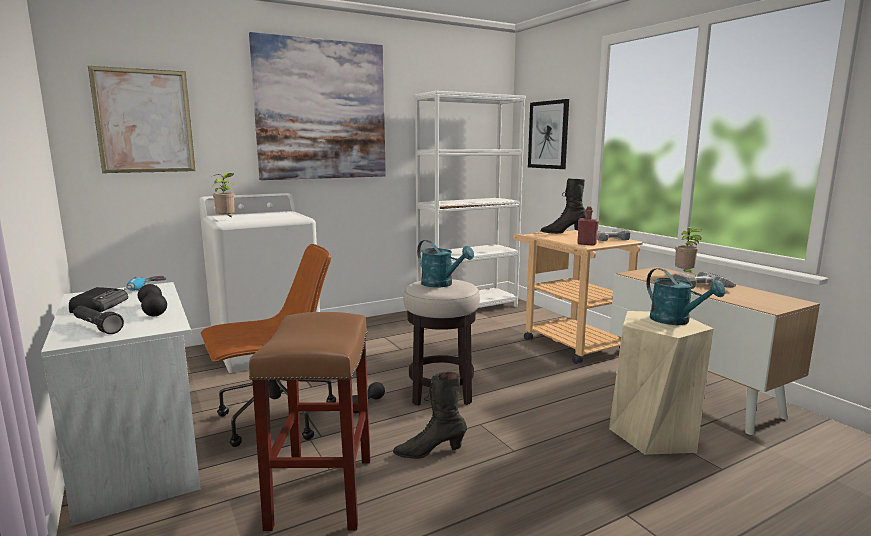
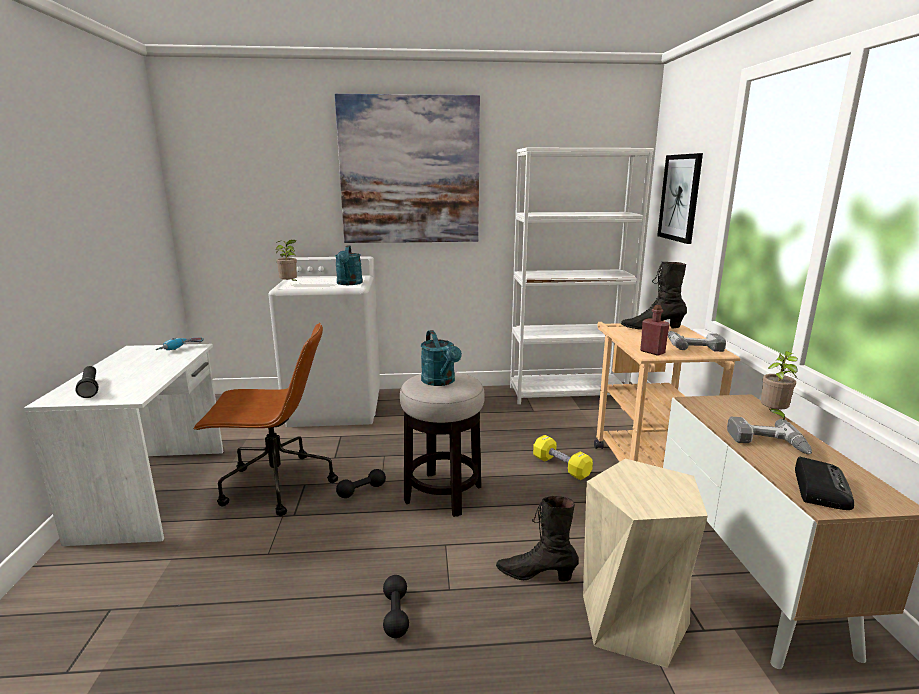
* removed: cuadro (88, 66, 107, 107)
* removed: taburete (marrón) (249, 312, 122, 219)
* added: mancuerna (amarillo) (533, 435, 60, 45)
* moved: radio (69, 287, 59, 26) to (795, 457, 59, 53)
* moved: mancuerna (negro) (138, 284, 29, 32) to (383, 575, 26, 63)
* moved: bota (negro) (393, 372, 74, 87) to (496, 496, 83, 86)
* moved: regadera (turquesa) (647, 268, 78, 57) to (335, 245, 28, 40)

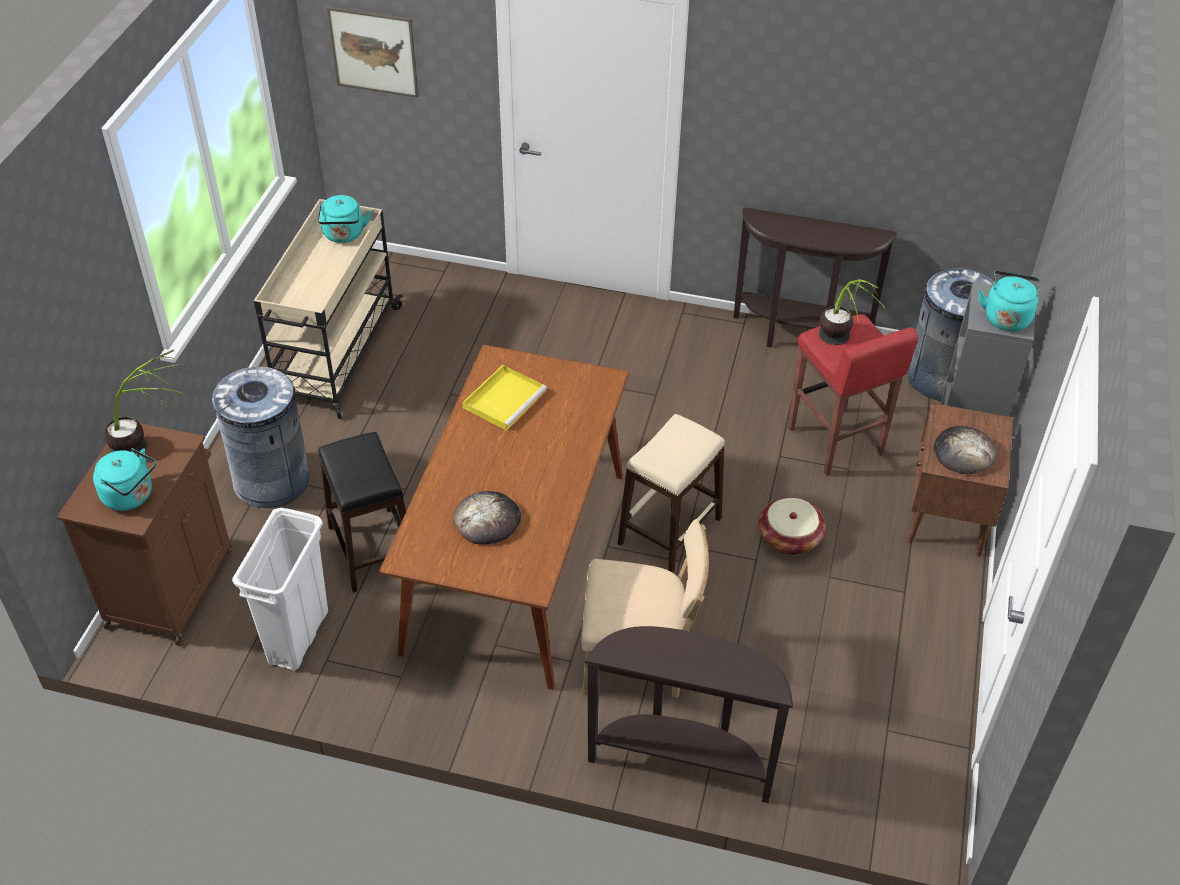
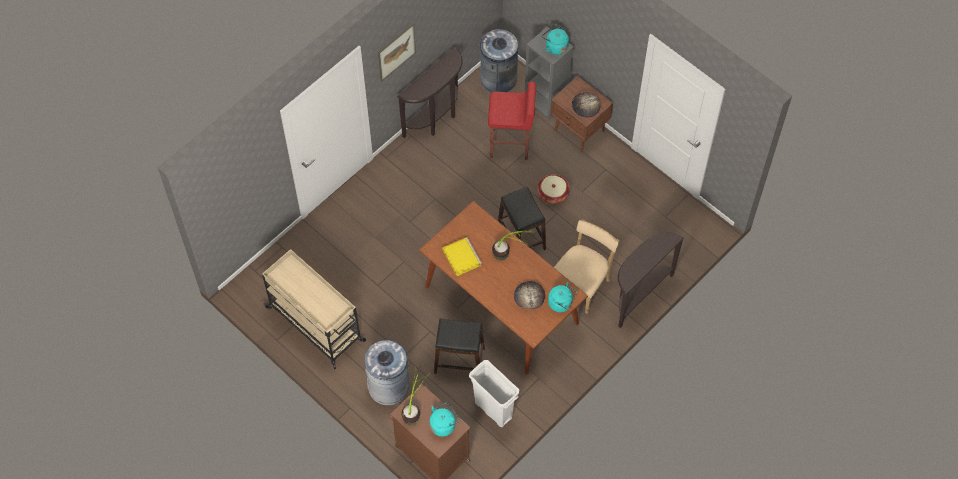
* moved: hervidor (turquesa) (318, 195, 53, 48) to (548, 282, 29, 30)
* moved: cuadro (327, 7, 92, 91) to (378, 24, 38, 57)
* moved: planta en maceta (819, 279, 66, 66) to (492, 230, 43, 30)
* recoloured: taburete (beis) (618, 414, 107, 159) to taburete (negro) (498, 187, 48, 63)

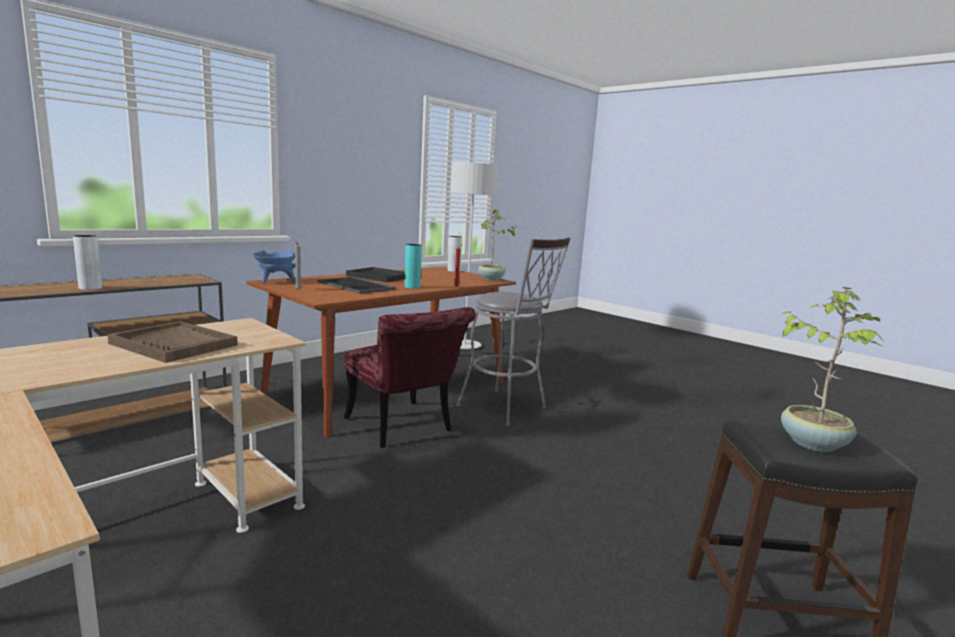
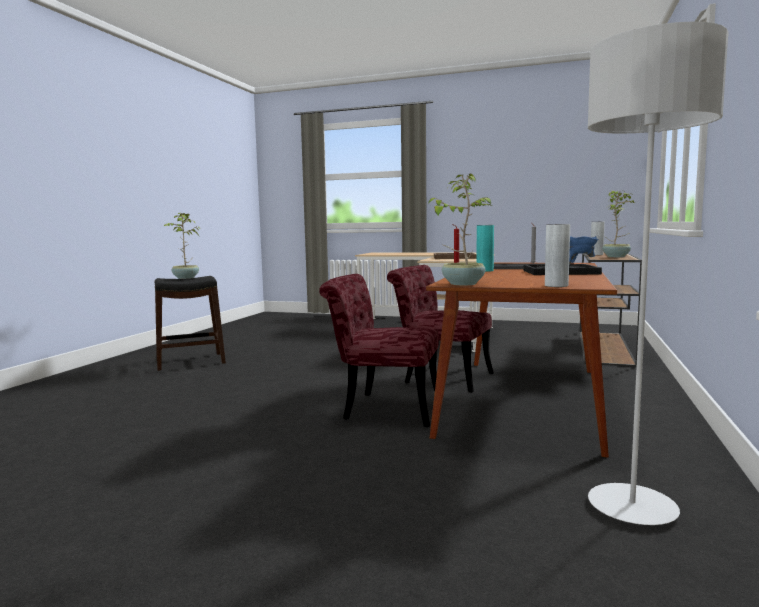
* added: planta en maceta (602, 190, 33, 67)
* replaced: taburete (gris) (456, 237, 115, 189) to silla (rojo) (319, 274, 120, 153)

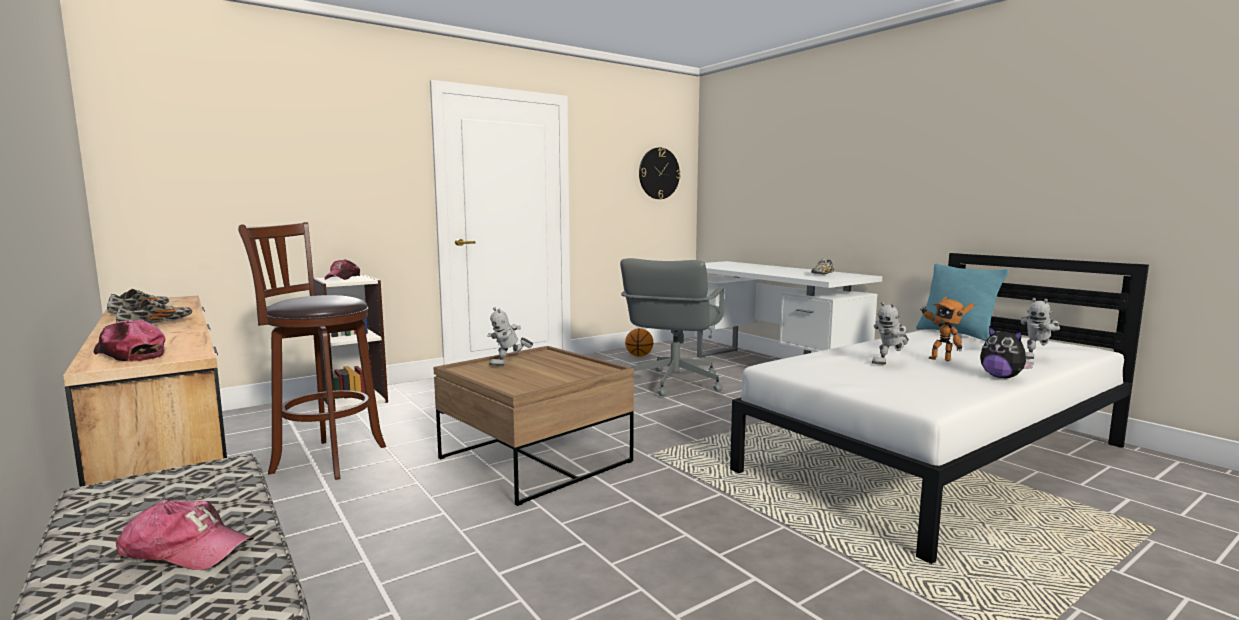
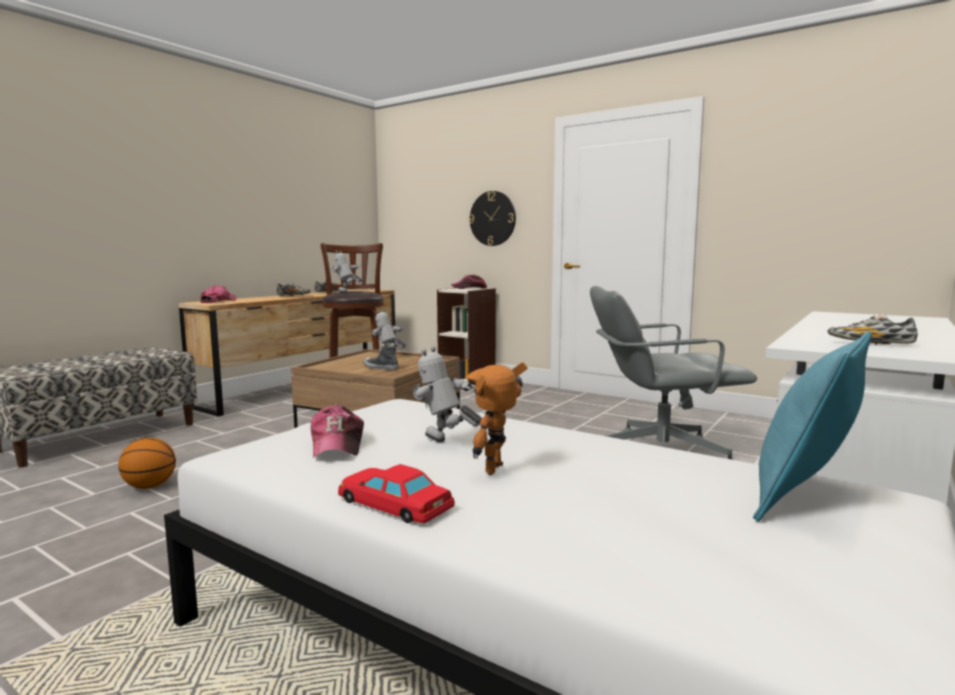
* added: zapato (363, 342, 35, 28)
* moved: gorra (116, 500, 138, 70) to (311, 405, 53, 53)
* moved: balón de baloncesto (625, 328, 28, 29) to (118, 438, 58, 51)
* moved: reloj de pared (639, 147, 42, 52) to (469, 191, 47, 55)
* moved: robot de juguete (1021, 298, 39, 61) to (332, 251, 30, 42)
* replaced: peluche (980, 326, 54, 52) to coche de juguete (rojo) (338, 464, 117, 59)

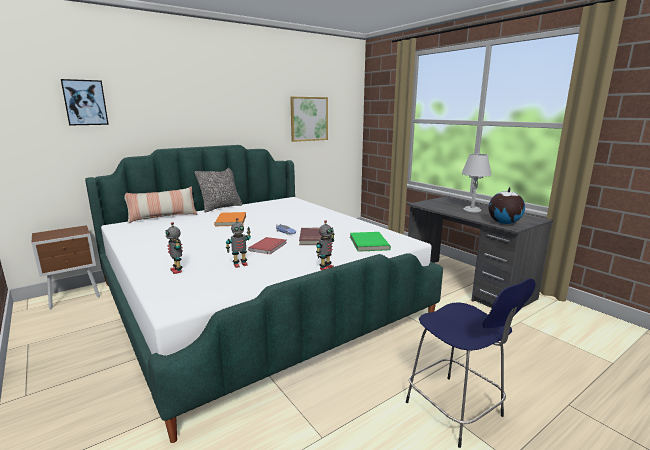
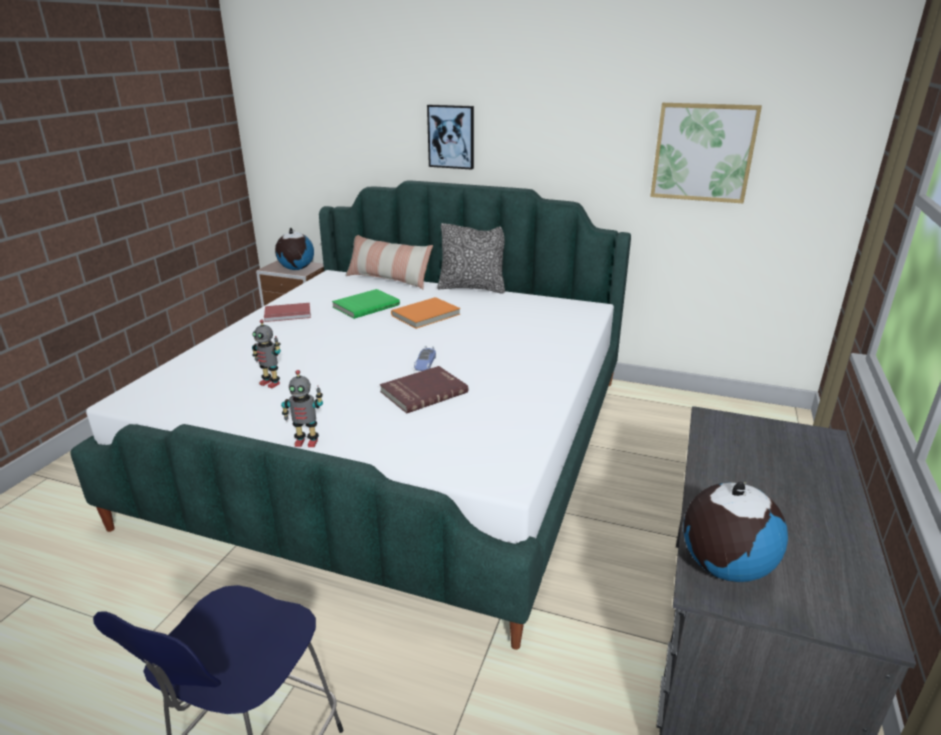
* removed: robot de juguete (165, 222, 18, 52)
* removed: lámpara de mesa (gris) (462, 154, 30, 58)
* added: globo terráqueo (275, 228, 39, 42)
* moved: cuadro (61, 79, 48, 47) to (427, 105, 47, 65)
* moved: libro (rojo) (248, 237, 38, 17) to (264, 303, 47, 19)
* moved: libro (verde) (350, 232, 41, 20) to (332, 289, 68, 30)

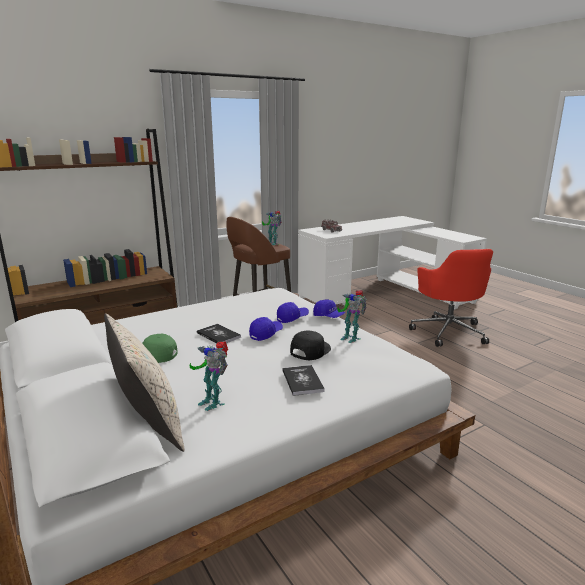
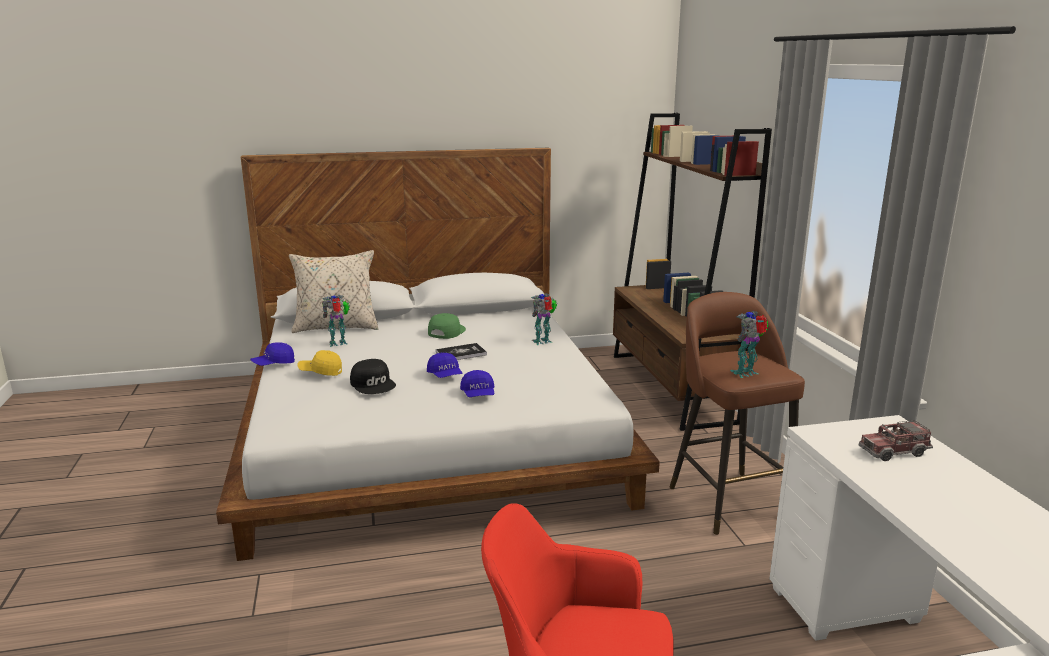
* moved: gorra (azul) (313, 300, 33, 18) to (250, 342, 45, 24)
* moved: robot de juguete (337, 290, 30, 53) to (531, 293, 26, 52)
* replaced: libro (282, 365, 43, 31) to gorra (amarillo) (297, 350, 45, 26)

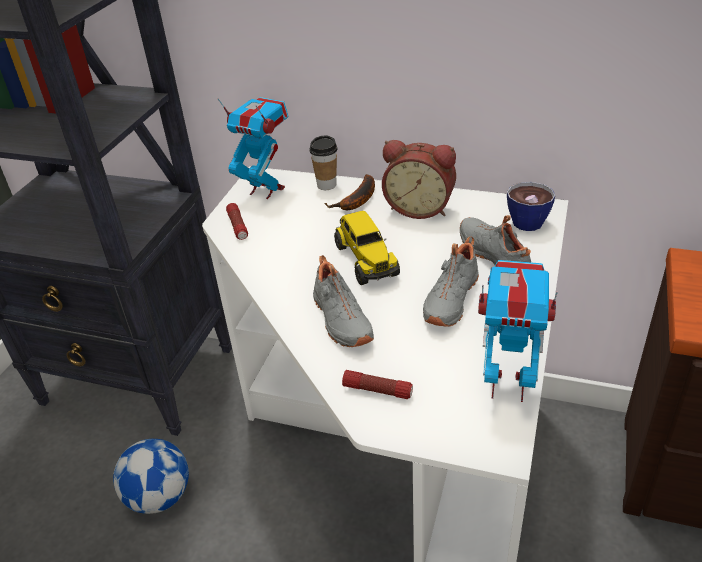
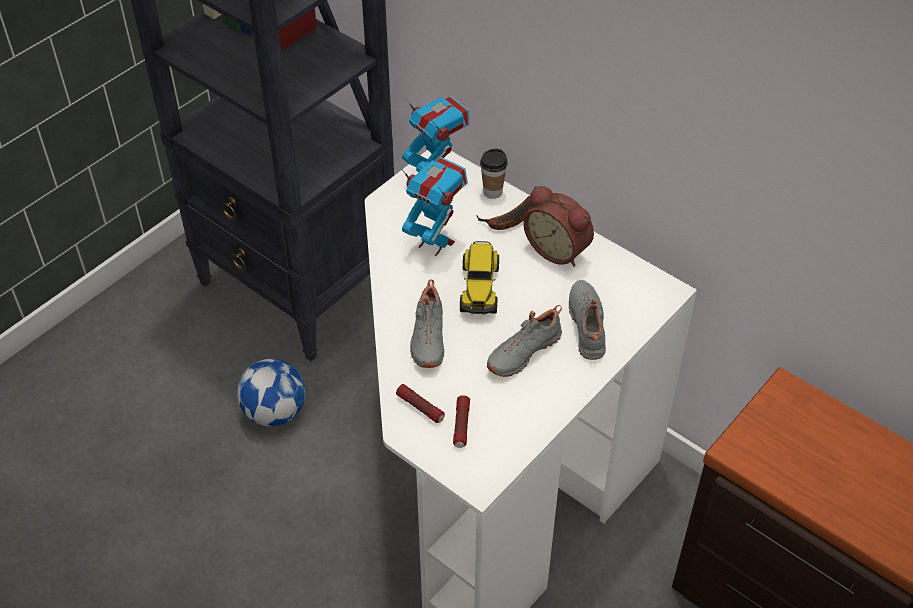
* removed: taza (507, 182, 48, 49)
* moved: linterna (226, 203, 22, 37) to (453, 395, 17, 53)
* moved: robot de juguete (478, 260, 80, 142) to (401, 157, 67, 99)

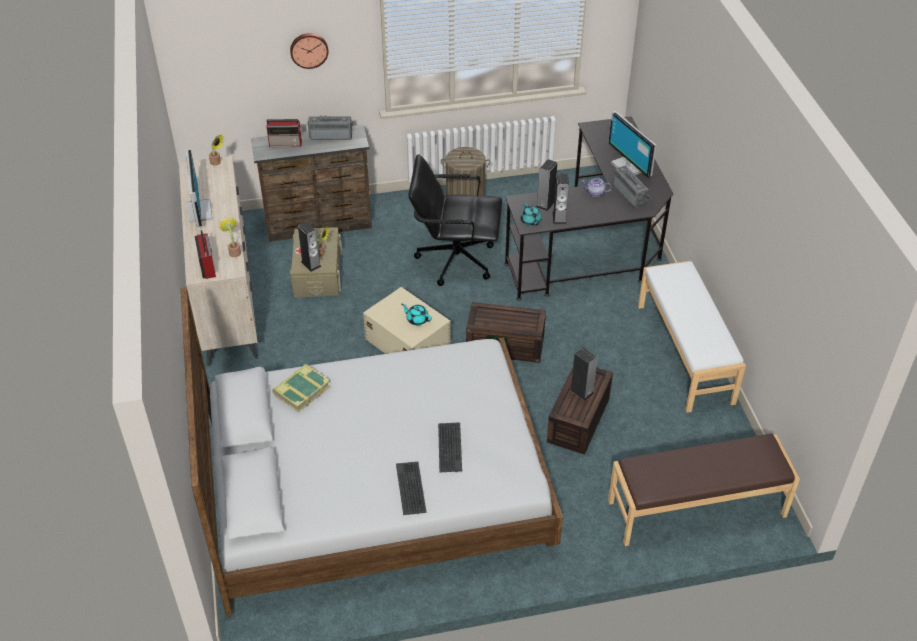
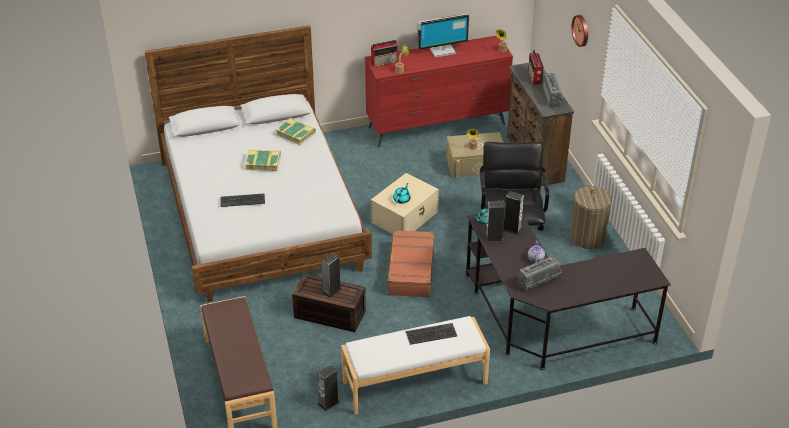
* removed: monitor (609, 111, 47, 66)
* added: libro (245, 149, 36, 22)
* moved: altavoz (298, 222, 24, 50) to (317, 365, 22, 46)
* moved: teclado (396, 462, 31, 53) to (406, 323, 51, 22)
* replaced: caja de almacenaje (marrón) (466, 302, 80, 61) to maleta (marrón) (385, 230, 50, 67)
* recoloured: cómoda (beis) (179, 156, 79, 210) to cómoda (rojo) (365, 36, 148, 112)

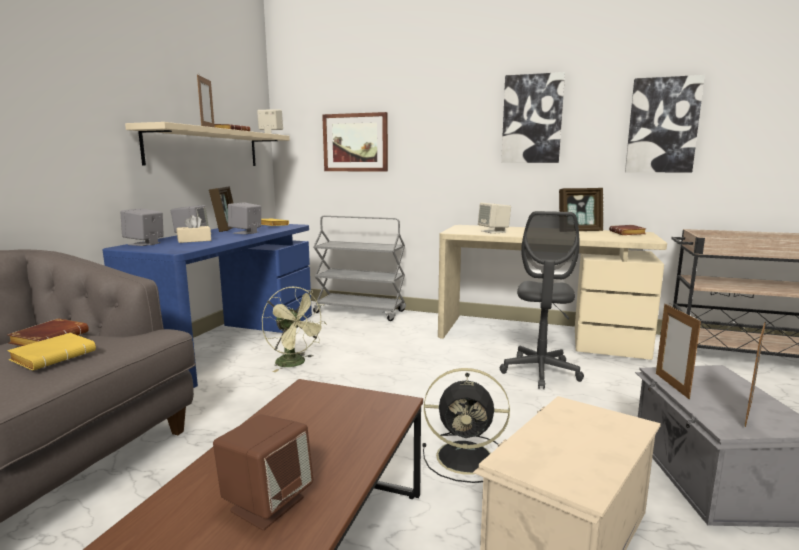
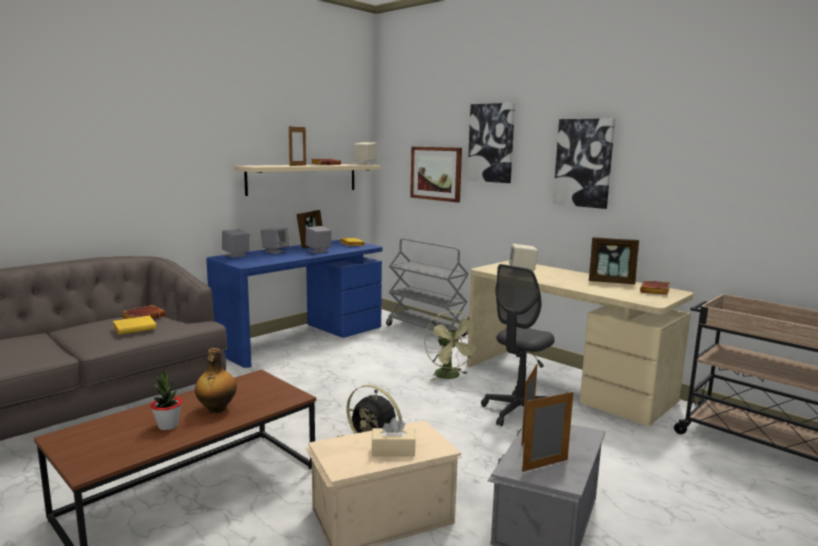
* added: botella (195, 348, 42, 65)
* moved: caja de pañuelos (beis) (176, 215, 35, 28) to (371, 418, 45, 38)
* moved: ventilador (verde) (262, 286, 65, 86) to (424, 311, 56, 70)
* moved: cuadro (625, 75, 80, 97) to (467, 103, 48, 80)
* replaced: altavoz (marrón) (213, 414, 100, 117) to planta en maceta (151, 369, 31, 61)

